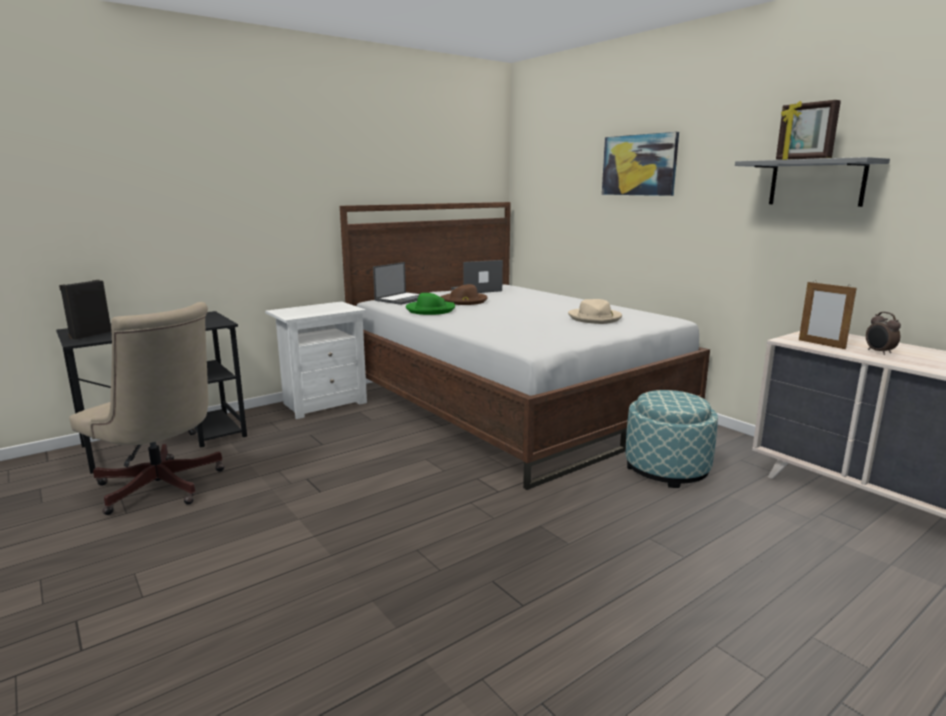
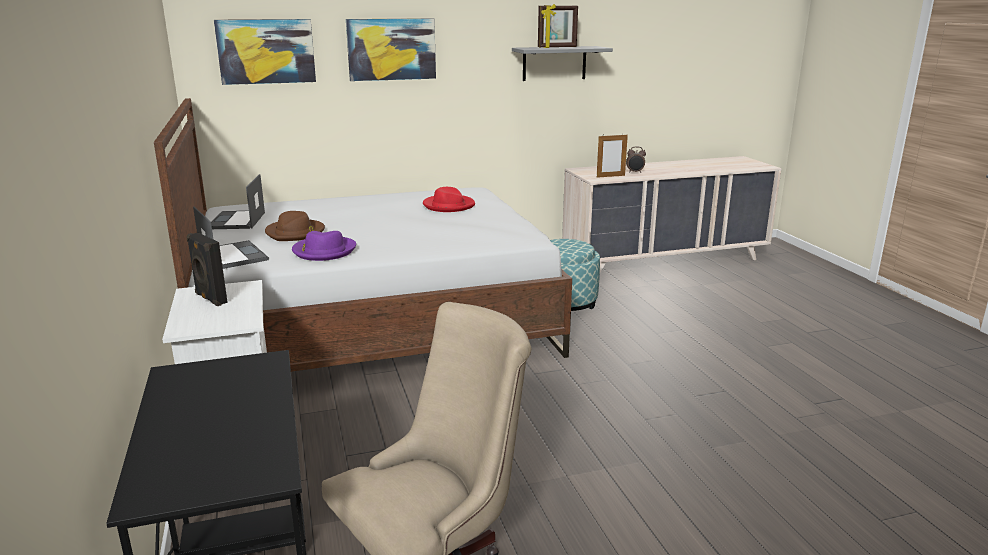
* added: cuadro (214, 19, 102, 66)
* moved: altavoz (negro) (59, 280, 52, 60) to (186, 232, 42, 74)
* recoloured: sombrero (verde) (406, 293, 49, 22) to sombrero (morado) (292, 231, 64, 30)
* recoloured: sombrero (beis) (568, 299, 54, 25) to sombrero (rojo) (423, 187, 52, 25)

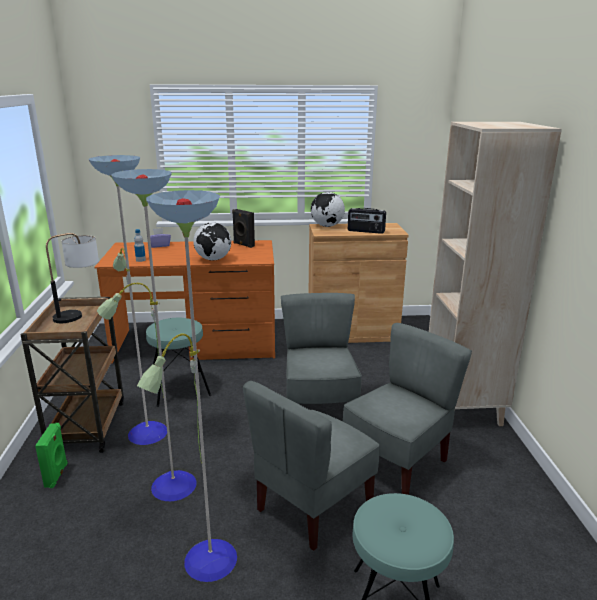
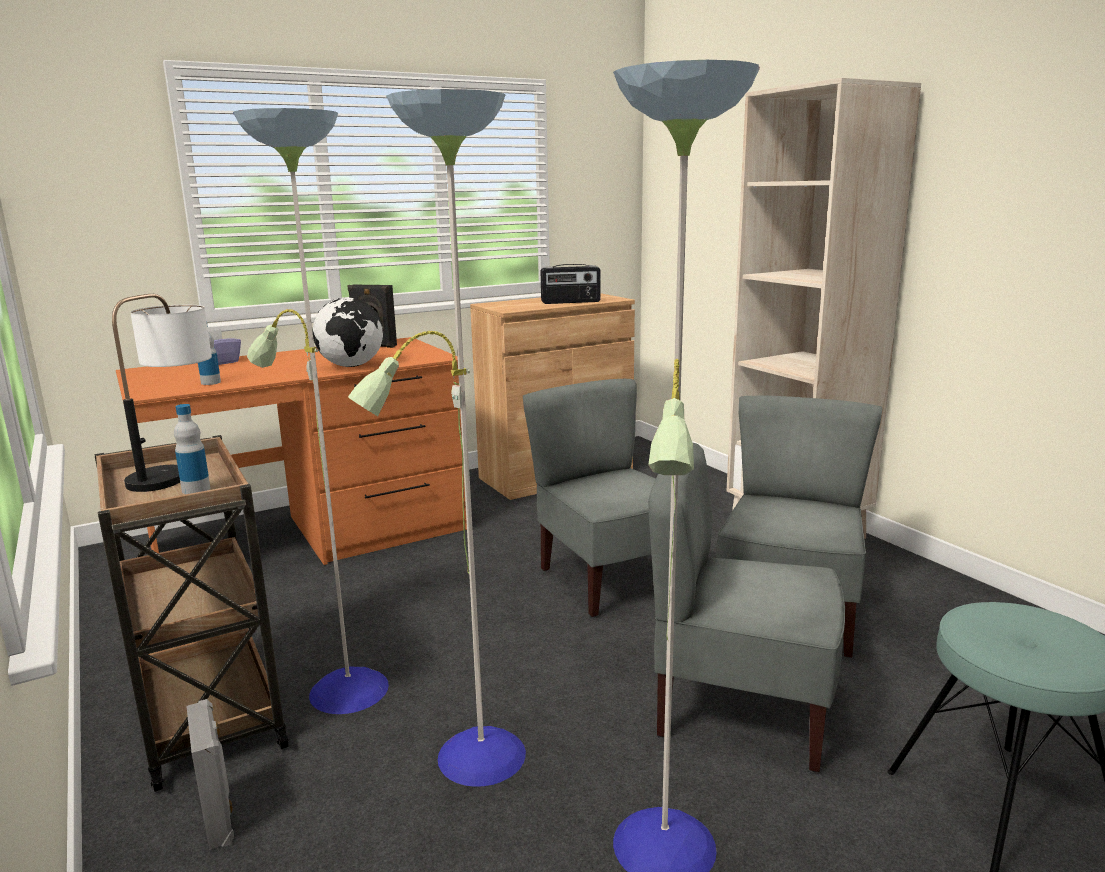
* removed: taburete (turquesa) (146, 318, 65, 89)
* removed: globo terráqueo (311, 192, 34, 35)
* added: botella (174, 404, 36, 90)
* recoloured: altavoz (verde) (35, 423, 33, 65) to altavoz (gris) (186, 699, 48, 151)
* turned: silla (gris) (243, 381, 137, 170) = (648, 443, 197, 329) 90 degrees clockwise

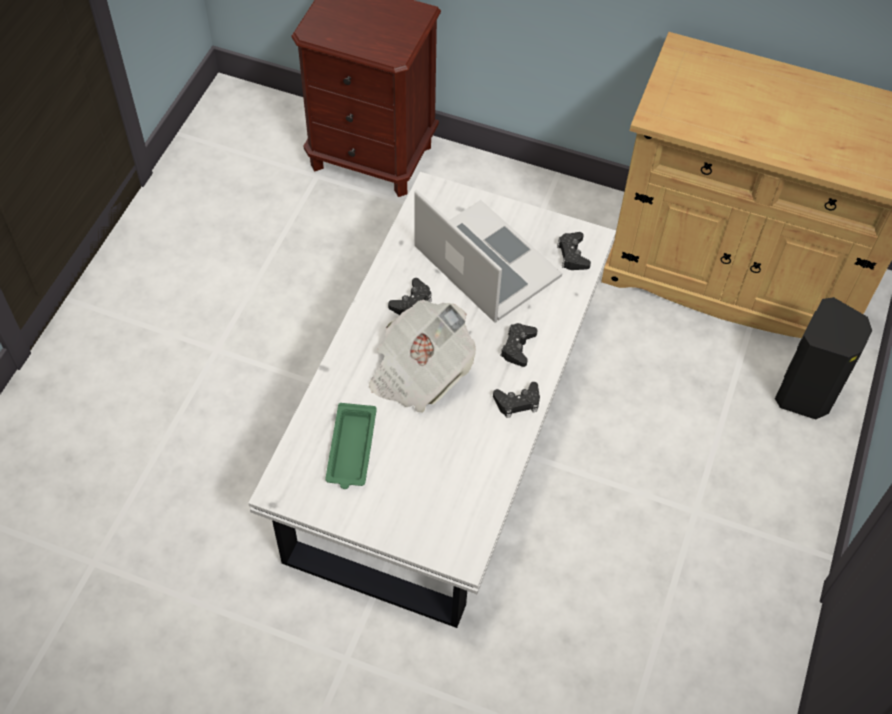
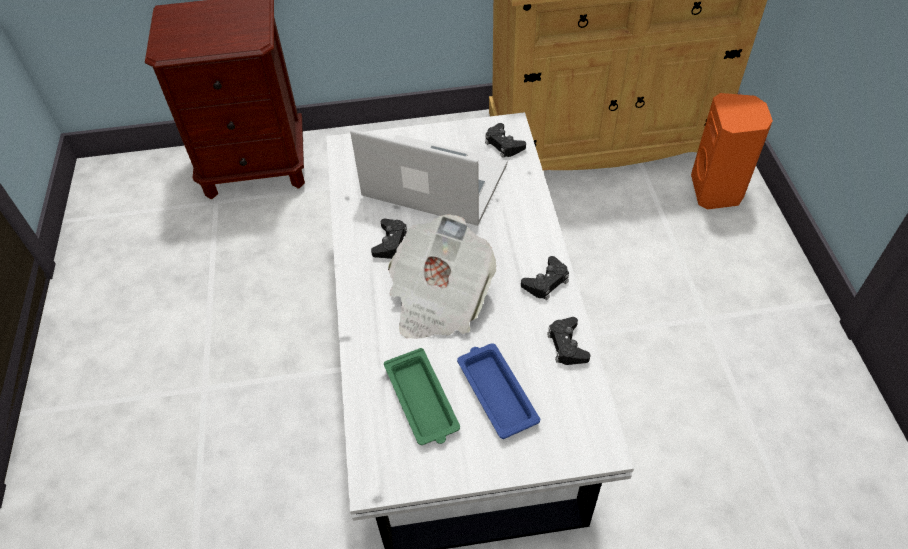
* added: bandeja (azul) (457, 343, 83, 96)
* moved: mando de consola (negro) (500, 323, 38, 44) to (547, 317, 43, 48)
* recoloured: altavoz (negro) (775, 297, 97, 122) to altavoz (naranja) (691, 93, 82, 117)

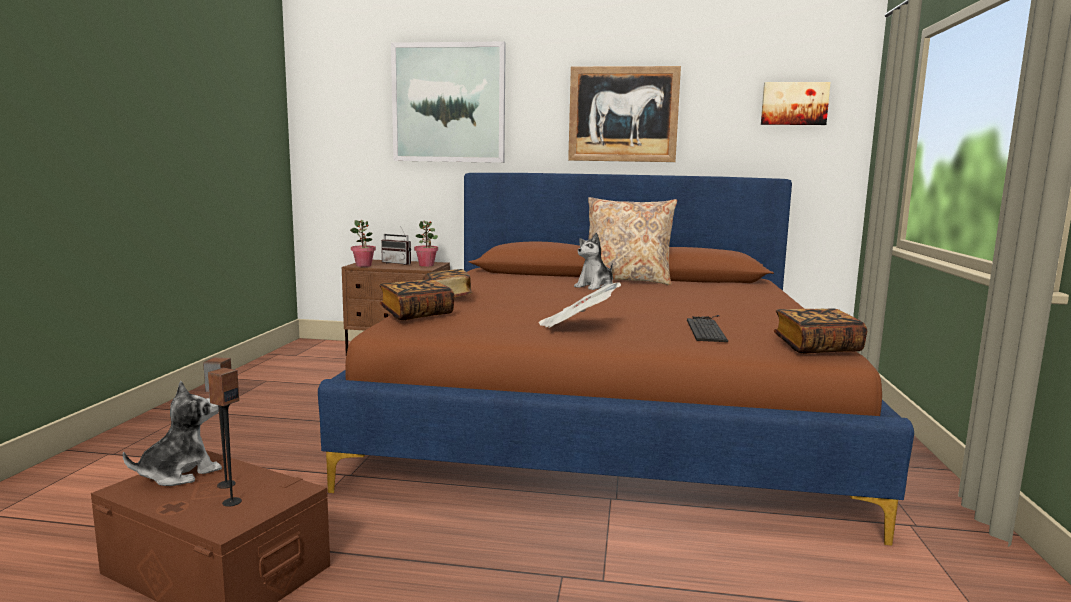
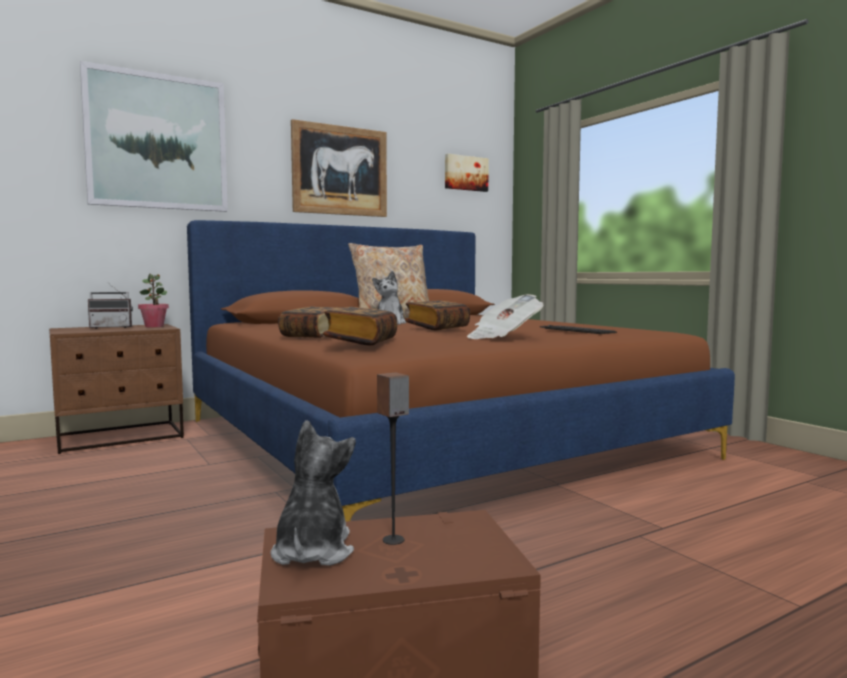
* removed: altavoz (208, 368, 34, 139)
* removed: planta en maceta (350, 220, 26, 47)
* moved: libro (774, 308, 93, 46) to (405, 300, 65, 30)

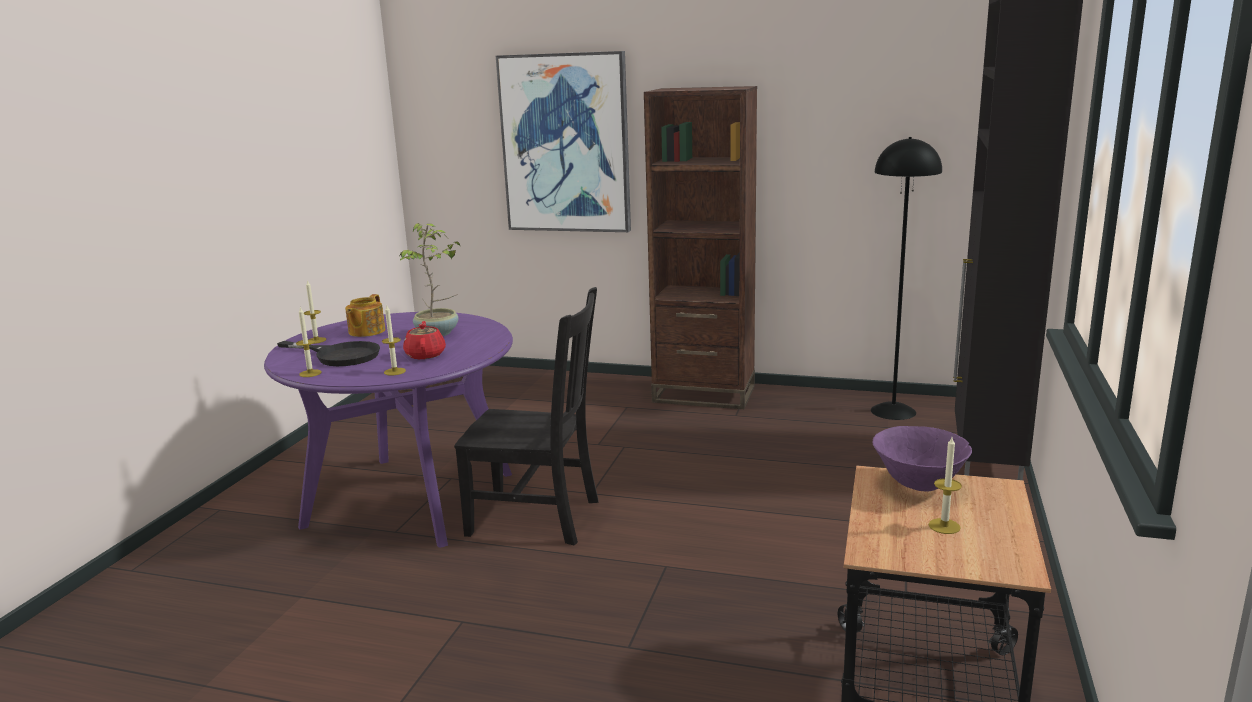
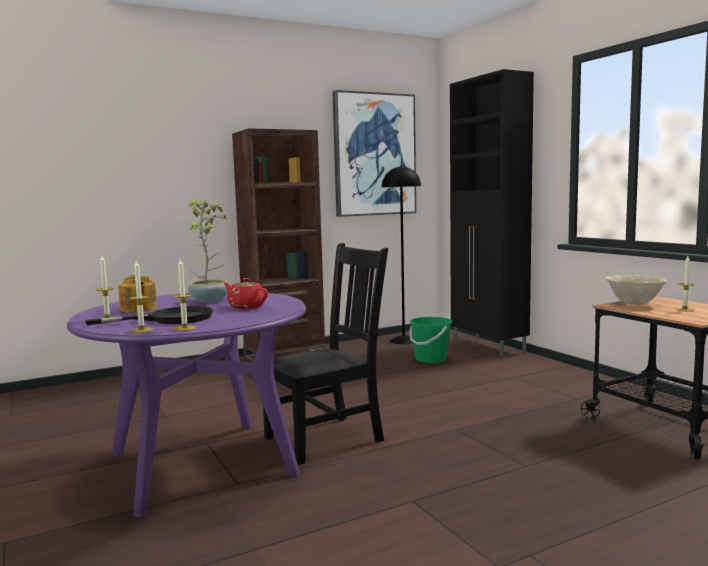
* added: cubo (verde) (409, 317, 43, 46)
* moved: vela (382, 305, 24, 70) to (129, 260, 24, 73)
* moved: cuadro (496, 51, 135, 181) to (332, 90, 84, 127)
* recoloured: cuenco (morado) (873, 426, 99, 66) to cuenco (beis) (606, 275, 61, 30)

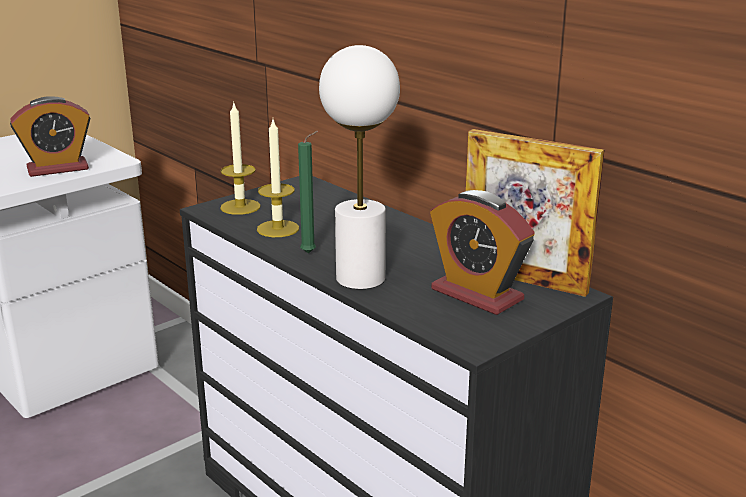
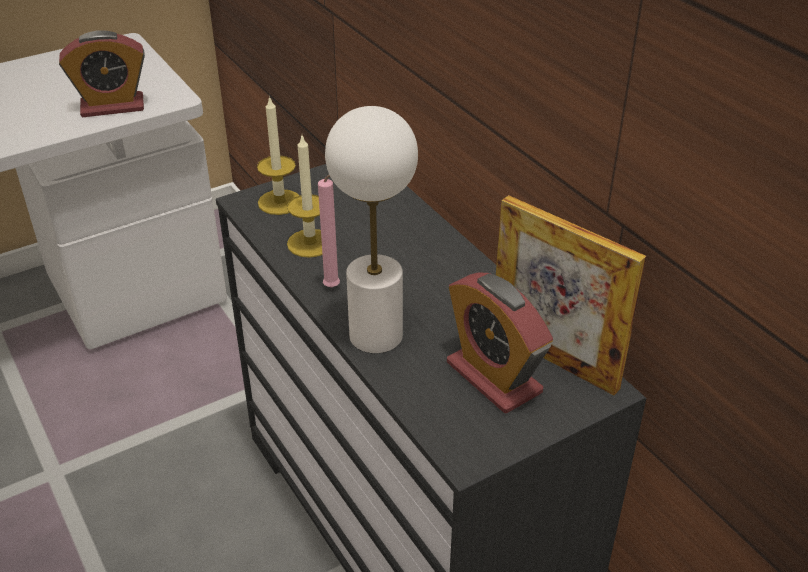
* recoloured: vela (verde) (298, 131, 20, 122) to vela (rosa) (318, 175, 22, 112)

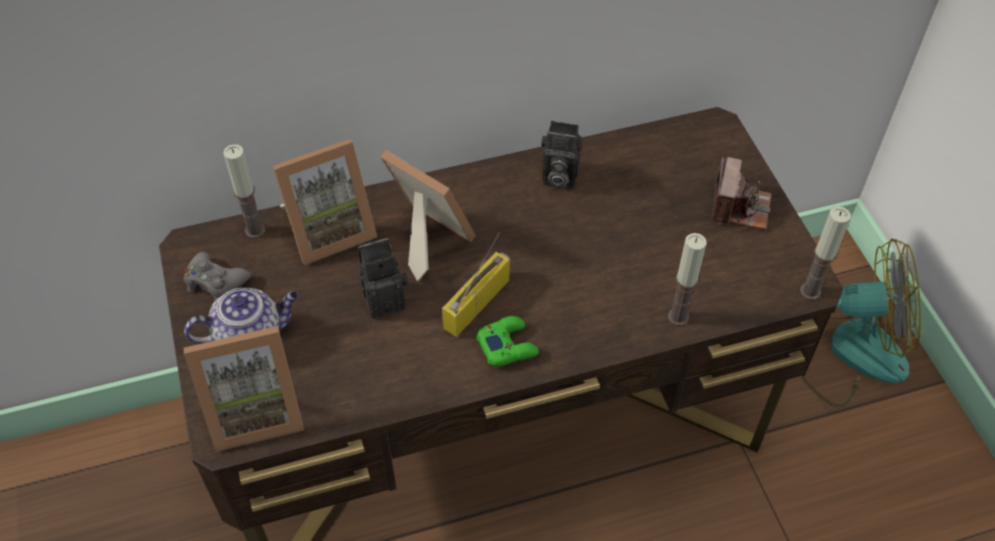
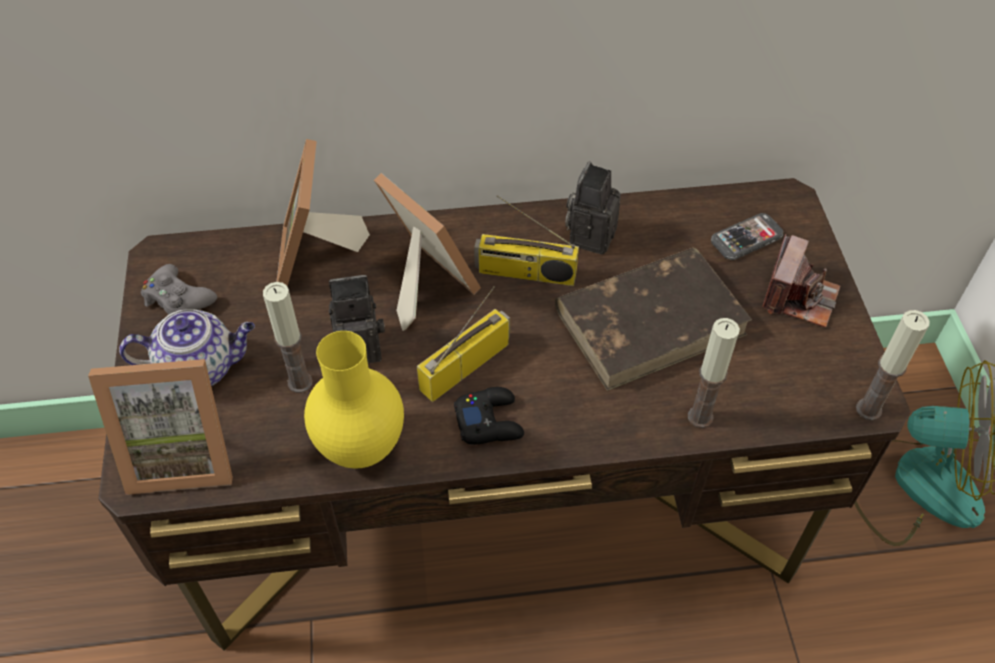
* added: florero (amarillo) (304, 331, 100, 138)
* added: radio (474, 195, 105, 91)
* added: libro (marrón) (555, 247, 197, 144)
* added: móvil (711, 213, 72, 47)
* moved: vela (223, 145, 42, 93) to (263, 282, 50, 111)
* recoloured: mando de consola (verde) (476, 316, 63, 51) to mando de consola (negro) (454, 387, 70, 58)
* turned: portarretratos (272, 139, 105, 126) = (276, 139, 94, 148) 105 degrees clockwise
* turned: cámara (541, 121, 41, 68) = (566, 161, 55, 93) 90 degrees clockwise

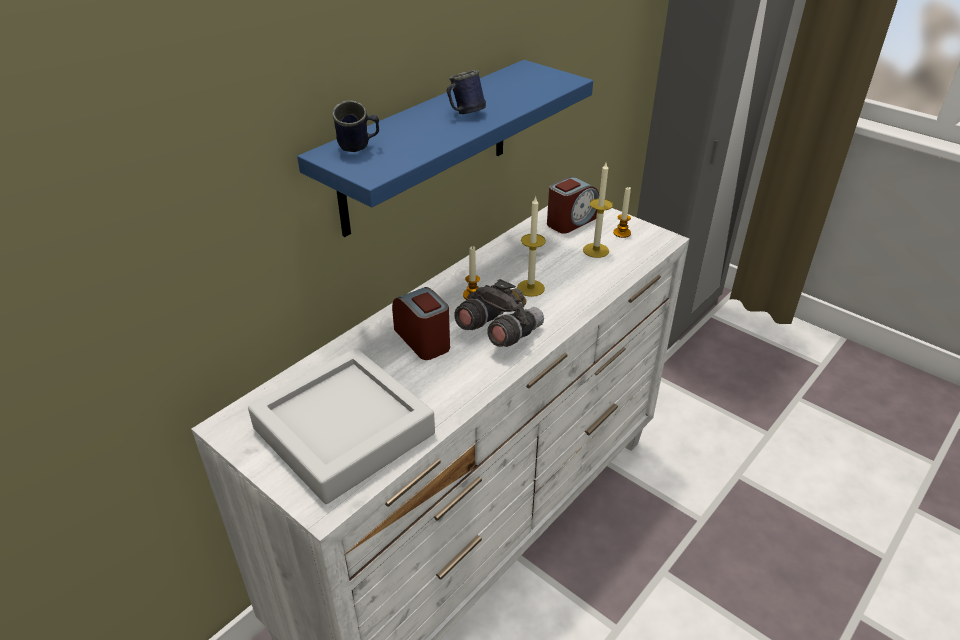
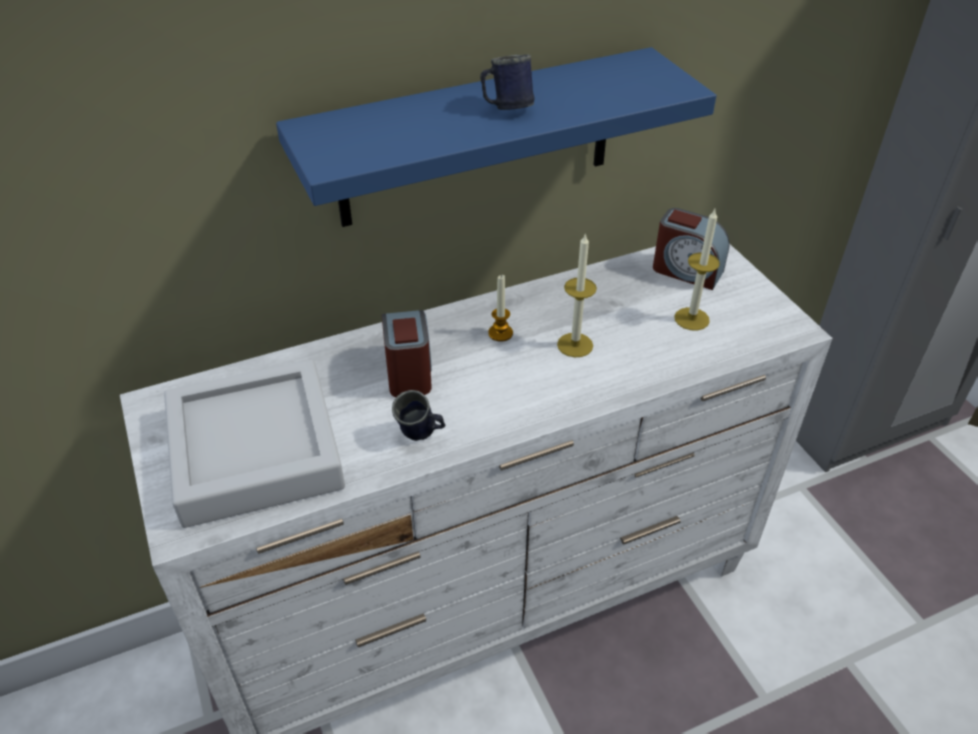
* removed: prismáticos (gris) (454, 279, 90, 68)
* removed: vela (613, 186, 18, 52)
* moved: taza grande (azul) (332, 100, 47, 52) to (392, 390, 54, 51)
* turned: despertador (547, 177, 52, 57) = (653, 208, 77, 82) 45 degrees clockwise

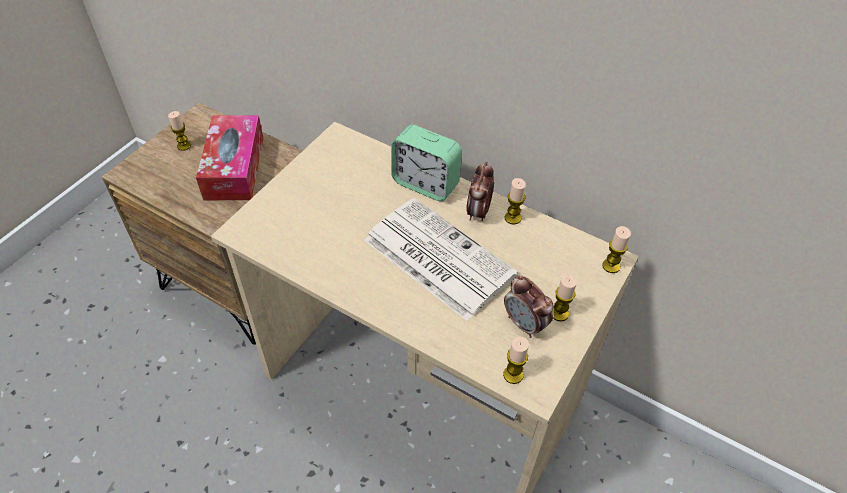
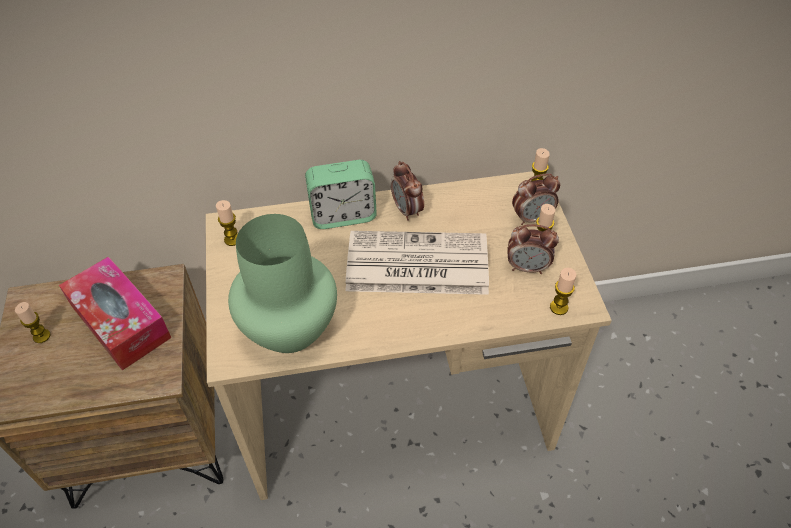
* added: florero (verde) (228, 214, 109, 139)
* added: despertador (512, 173, 48, 52)
* moved: vela (505, 178, 21, 46) to (216, 200, 22, 46)

